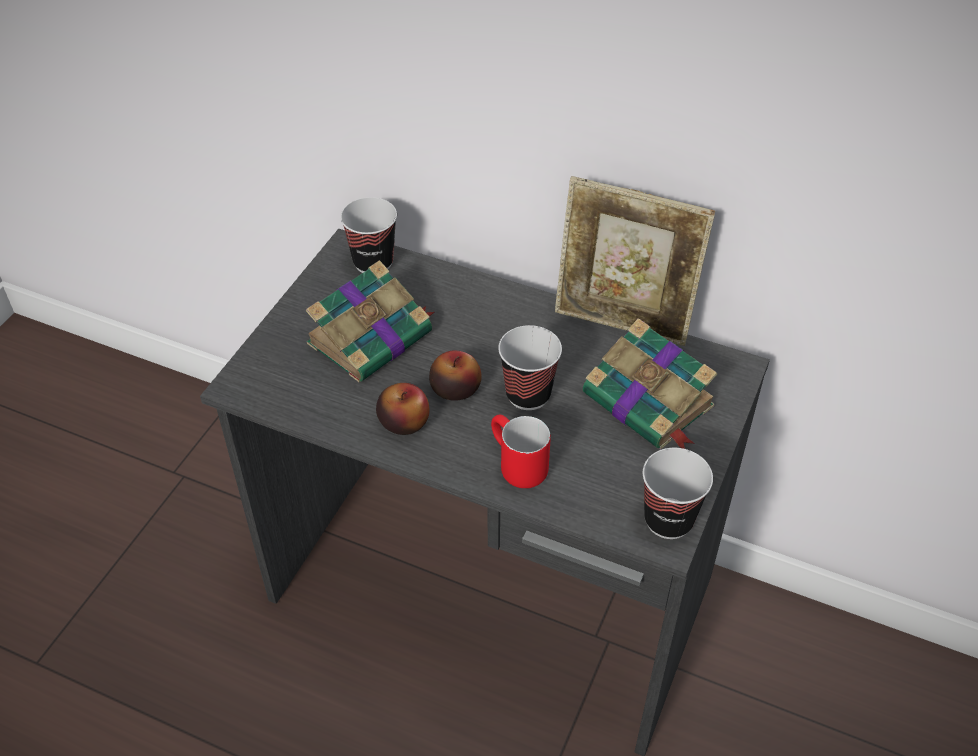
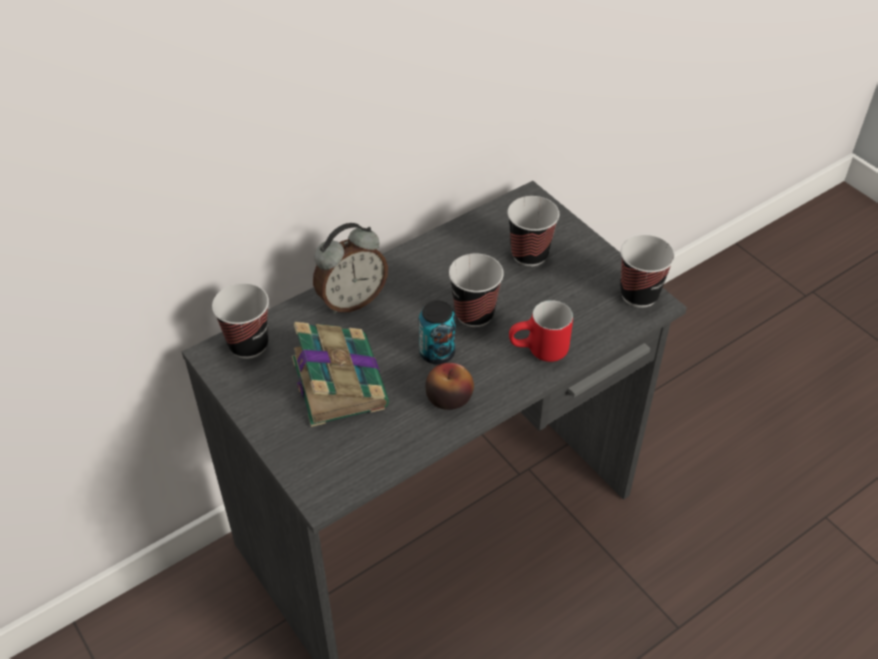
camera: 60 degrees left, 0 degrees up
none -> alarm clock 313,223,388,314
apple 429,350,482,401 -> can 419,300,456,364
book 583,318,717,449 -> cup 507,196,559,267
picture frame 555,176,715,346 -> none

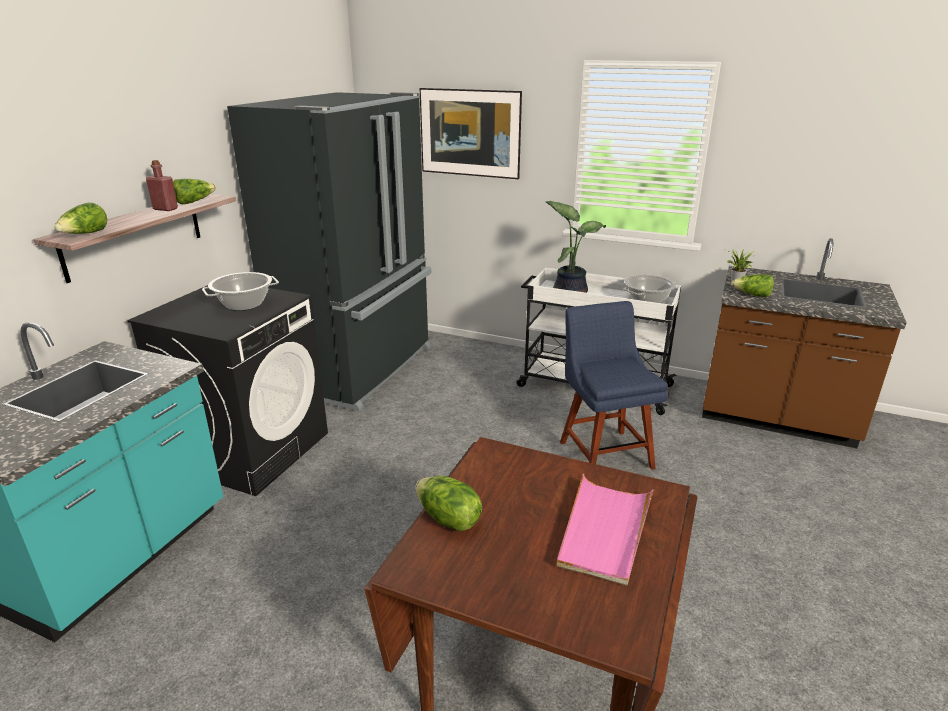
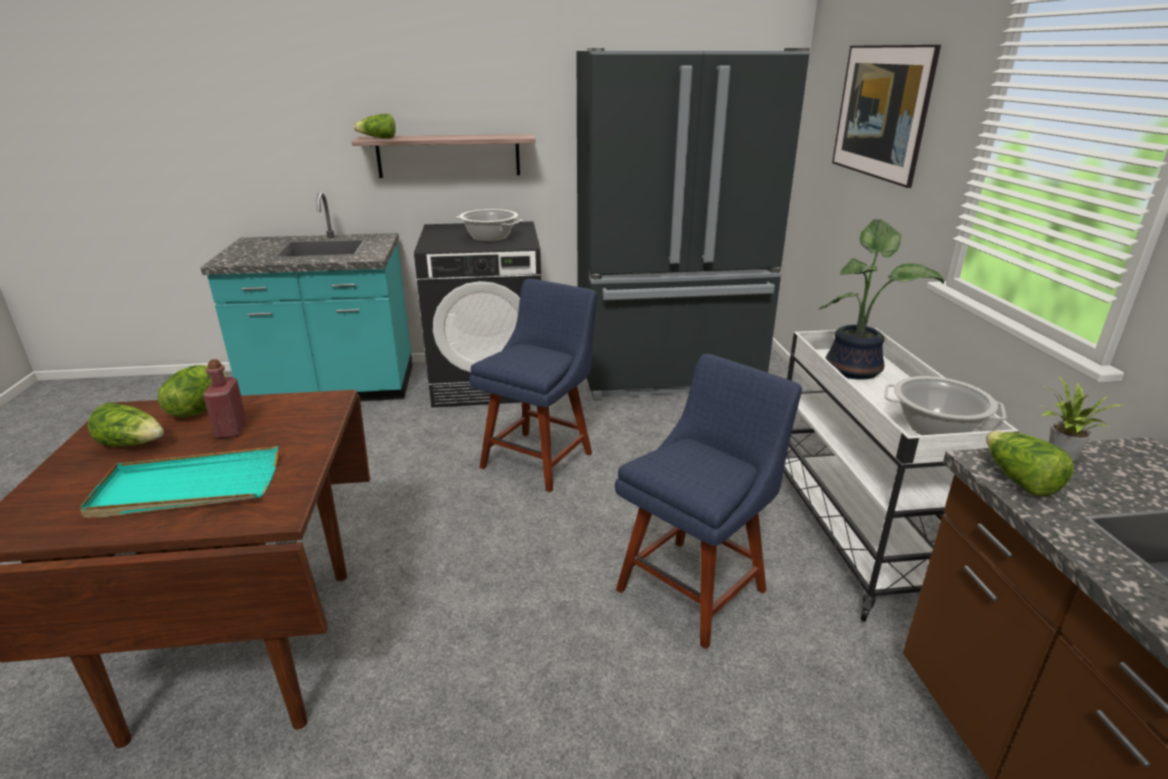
camera: 60 degrees right, 0 degrees up
tray (pink) 557,474,654,586 -> tray (turquoise) 79,446,278,519
lettuce 173,179,216,204 -> lettuce 88,403,164,447, shifted
bottle (red) 146,160,178,211 -> bottle (red) 203,359,247,438, shifted
none -> chair (blue) 469,279,597,492

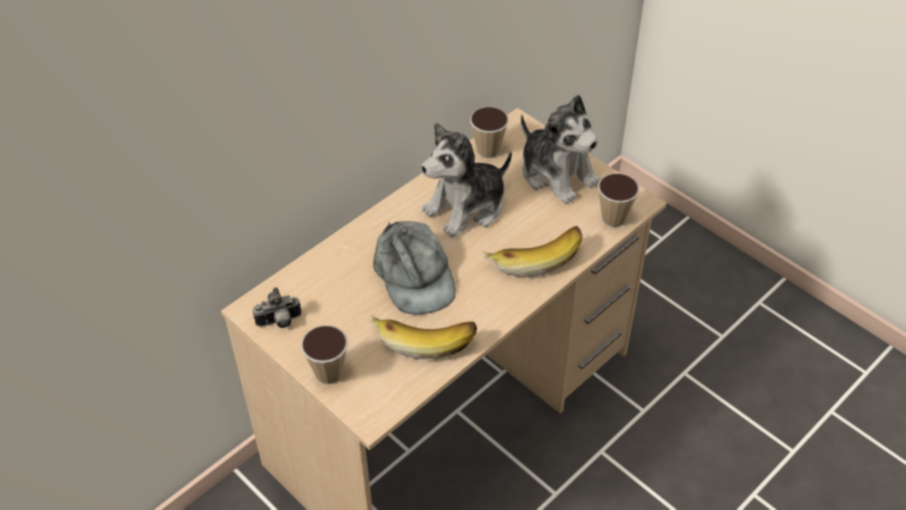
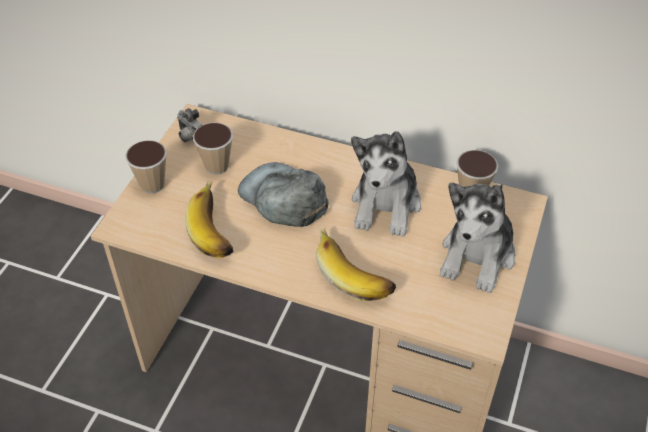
camera: 65 degrees right, 0 degrees up
cup 598,173,639,227 -> cup 193,122,233,175, shifted
cap (grey) 373,221,456,314 -> cap (grey) 238,162,329,227, 90 degrees clockwise
plush toy 421,123,512,238 -> plush toy 351,131,421,237, 105 degrees counterclockwise

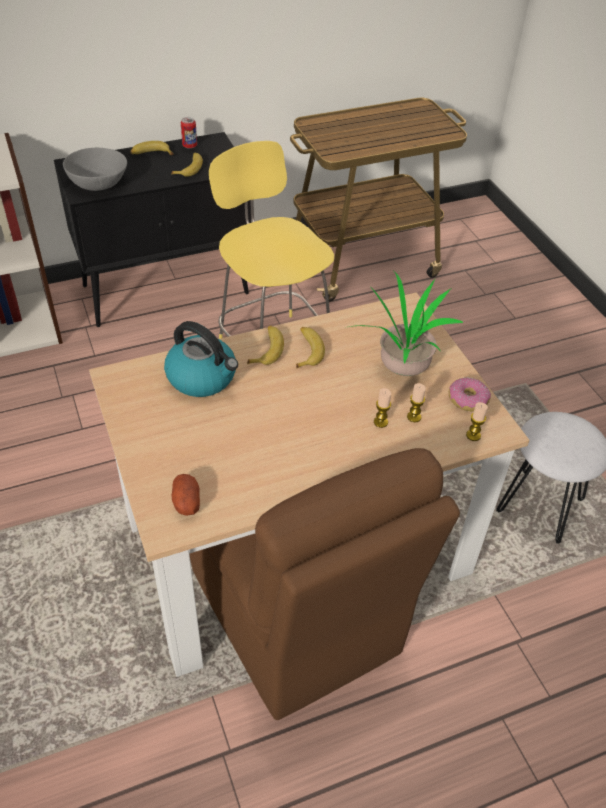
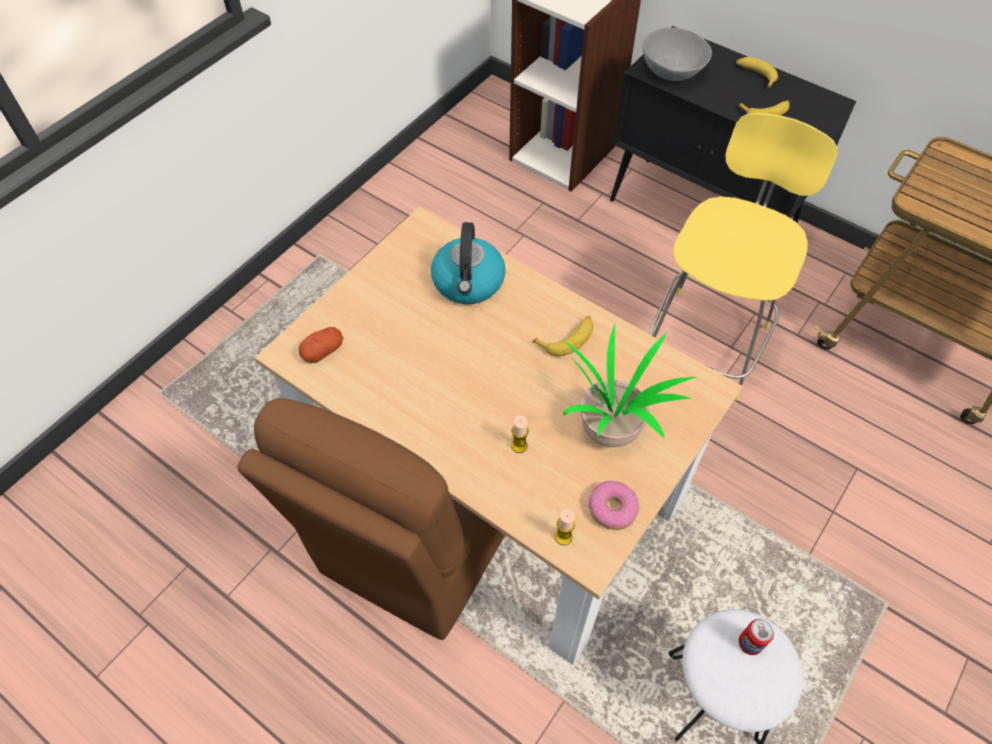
camera: 60 degrees right, 10 degrees up
can 181,117,197,149 -> can 739,619,774,655, shifted
banana 247,325,284,365 -> none
candle 407,383,426,422 -> none

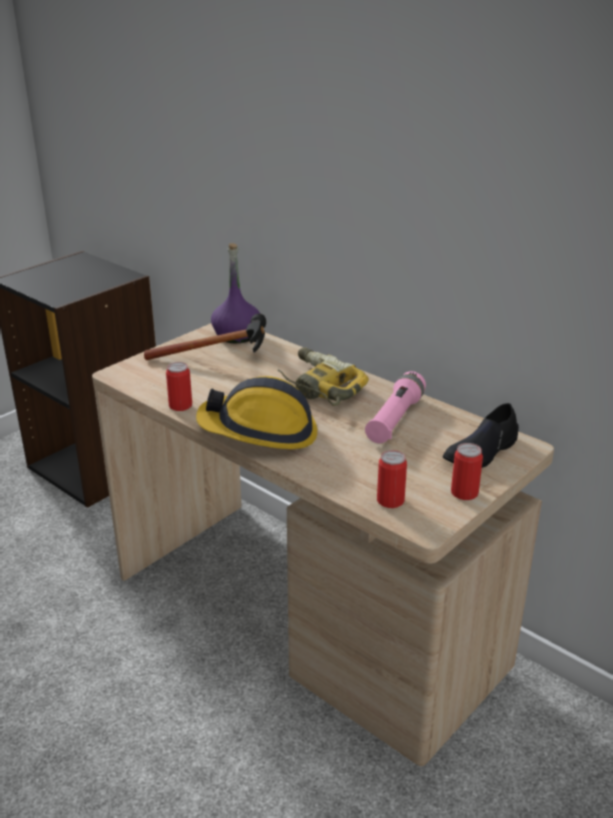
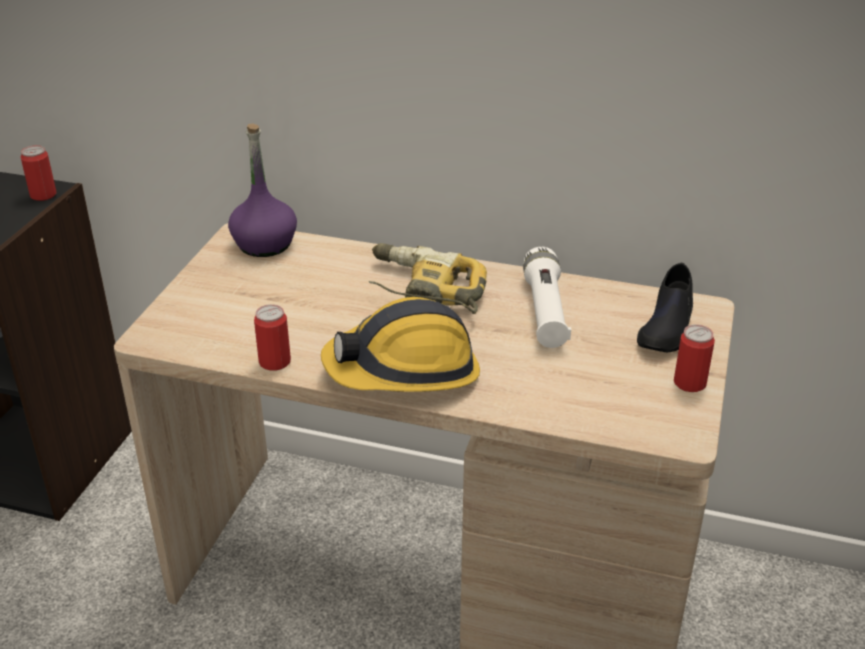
camera: 25 degrees left, 5 degrees up
can 377,450,407,508 -> can 21,145,57,201, shifted
flashlight (pink) 365,371,426,443 -> flashlight (white) 523,247,571,348
hammer 144,314,266,360 -> none

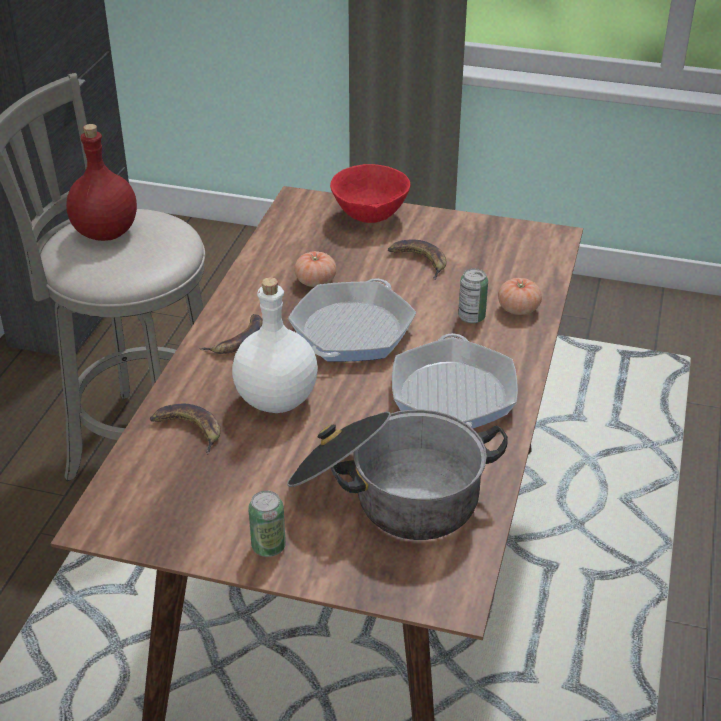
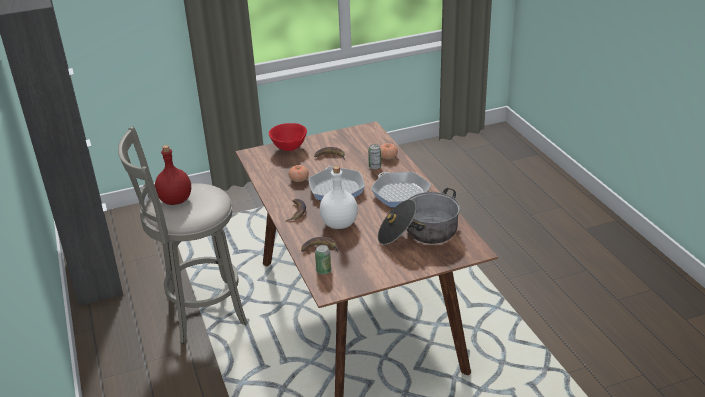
camera: 35 degrees left, 5 degrees down
can 248,491,286,557 -> can 315,245,331,275, shifted

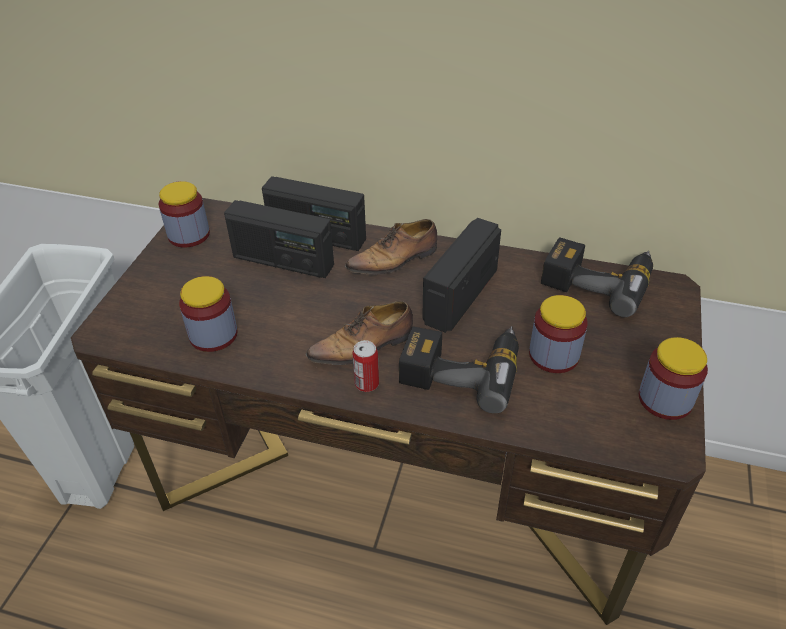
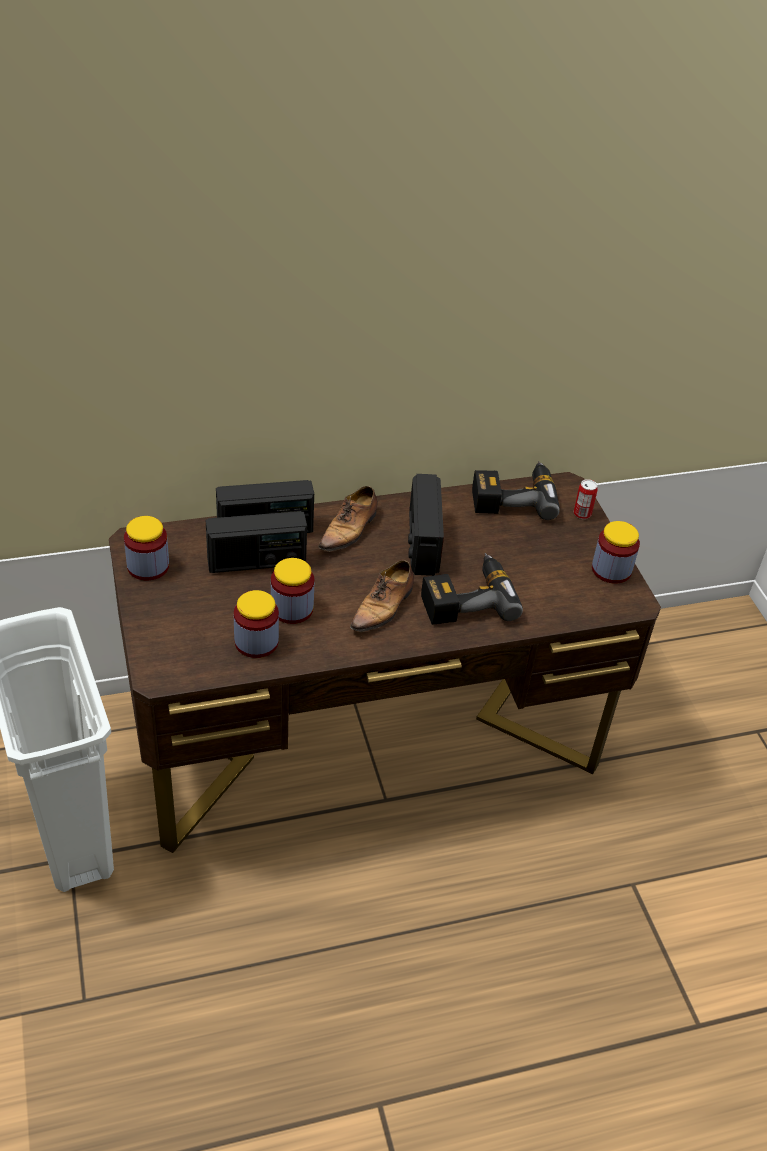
camera: 35 degrees left, 0 degrees up
jar 529,295,588,373 -> jar 271,558,314,624, shifted
can 352,340,379,392 -> can 574,479,598,519, shifted

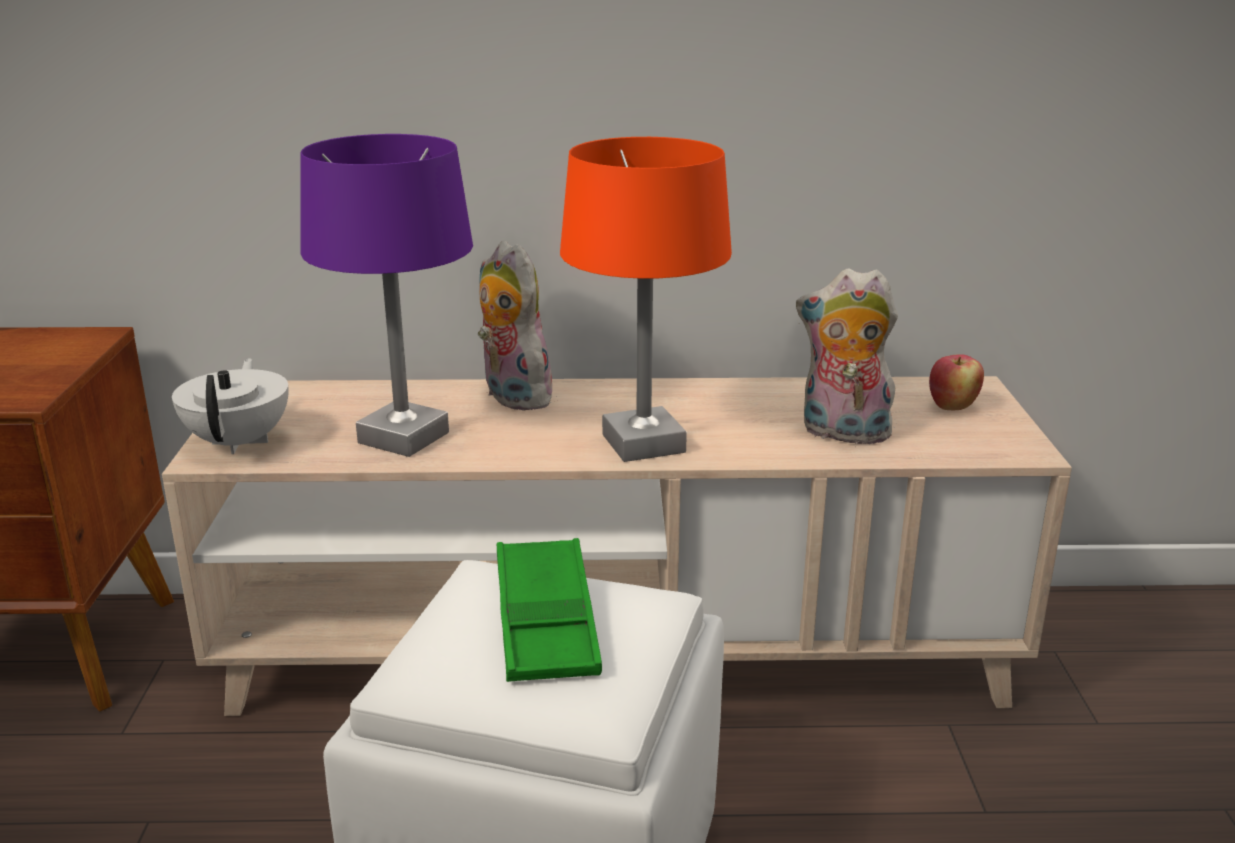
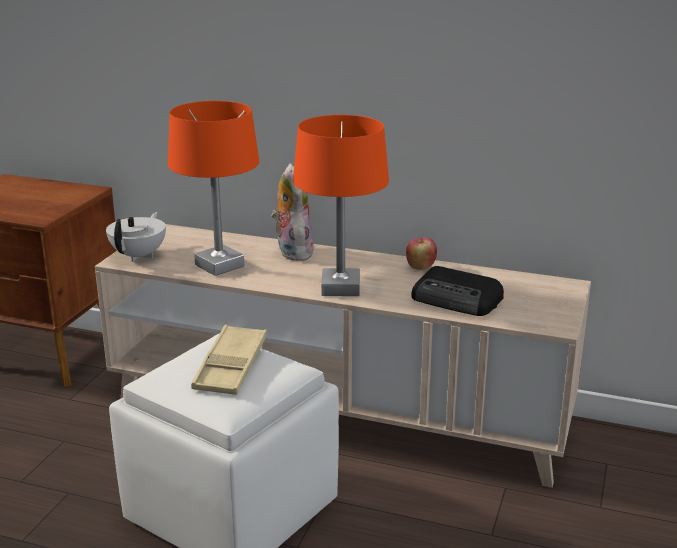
camera: 20 degrees right, 0 degrees up
table lamp (purple) 300,134,473,457 -> table lamp (orange) 168,101,259,276
tray (green) 497,538,602,682 -> tray (beige) 191,325,267,395
apple 929,354,984,410 -> apple 406,238,437,270, shifted
plush toy 796,268,898,444 -> radio 411,266,504,316

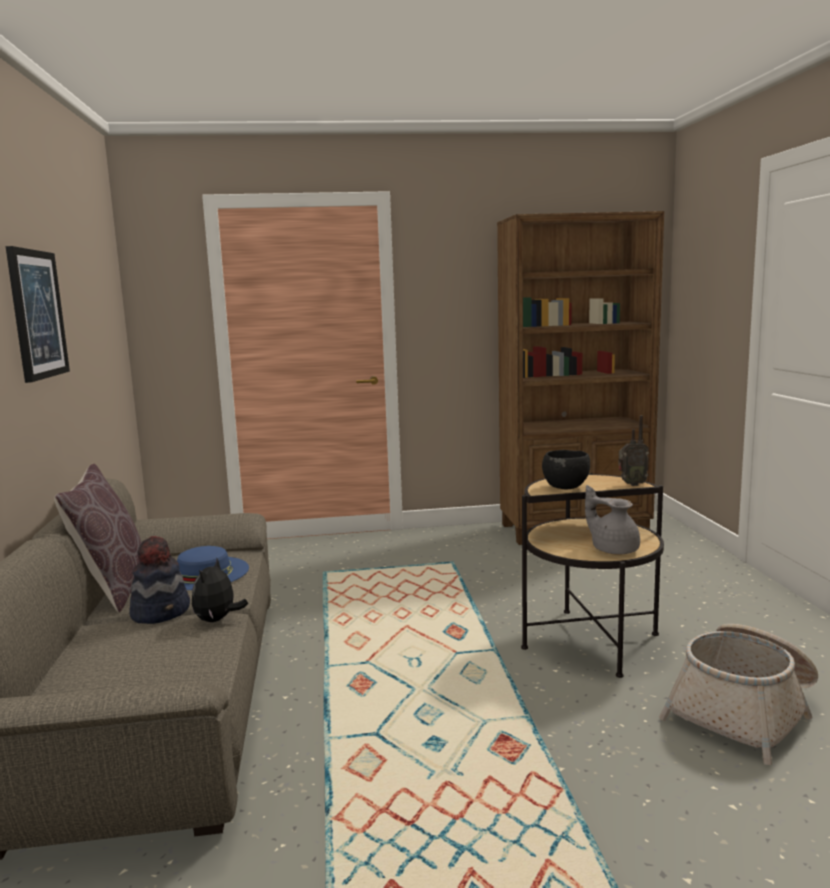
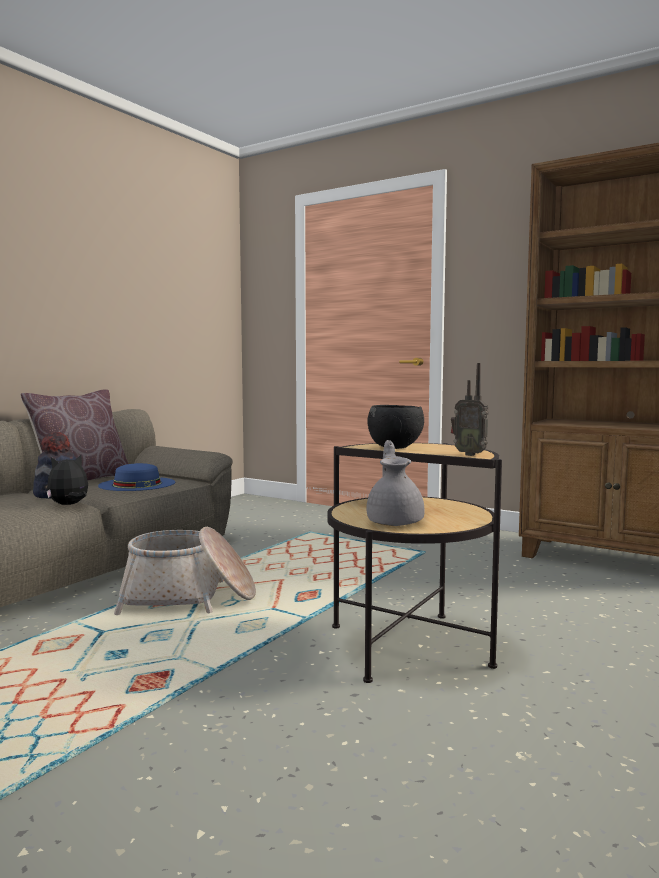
camera: 40 degrees right, 5 degrees down
basket 659,624,818,765 -> basket 114,527,256,615, shifted
picture 6,246,70,383 -> none

